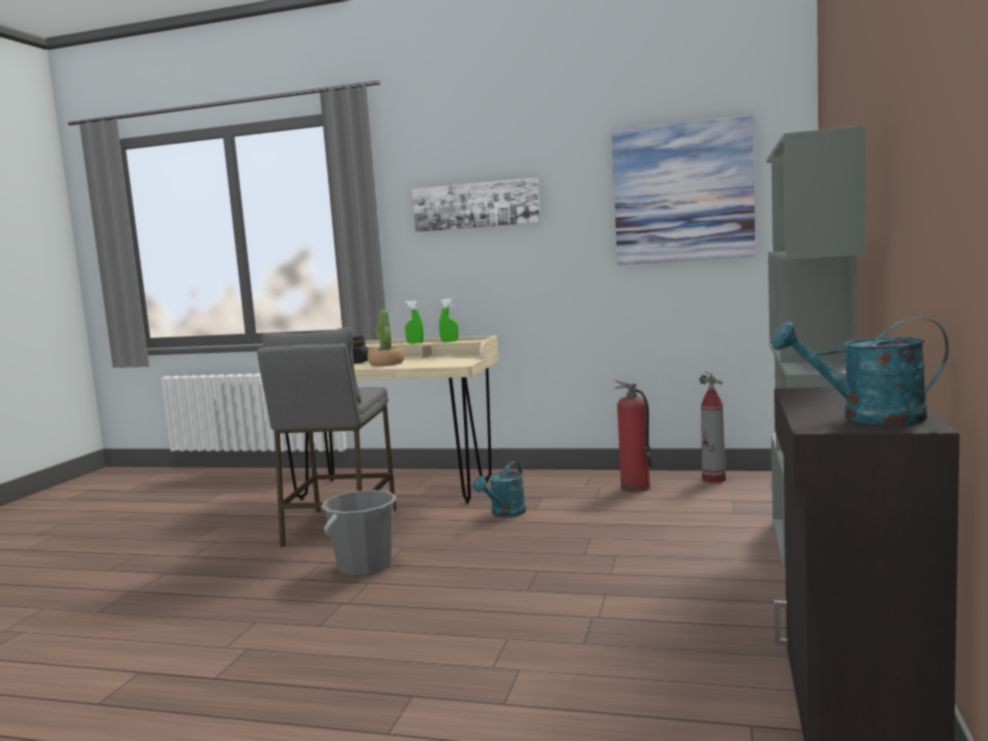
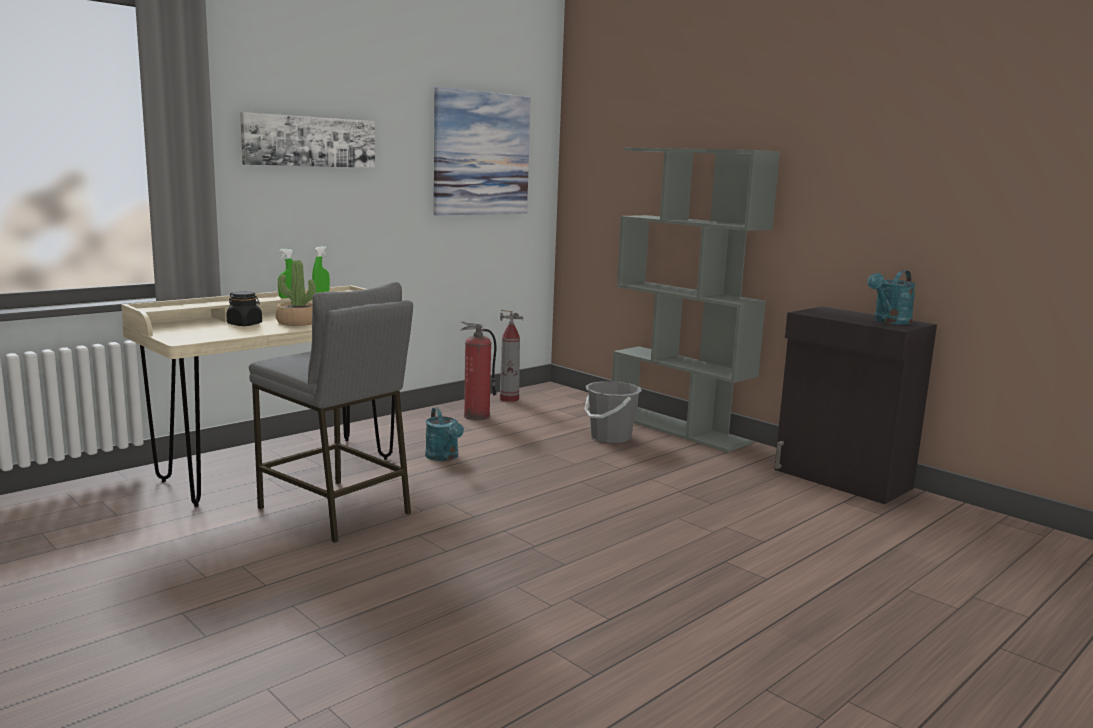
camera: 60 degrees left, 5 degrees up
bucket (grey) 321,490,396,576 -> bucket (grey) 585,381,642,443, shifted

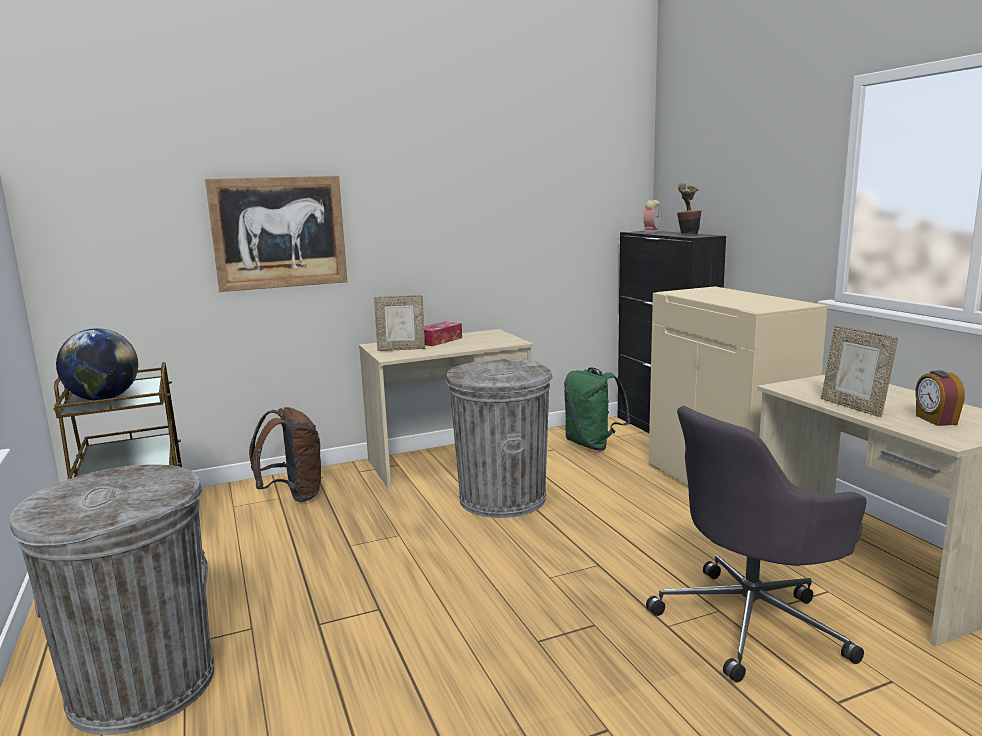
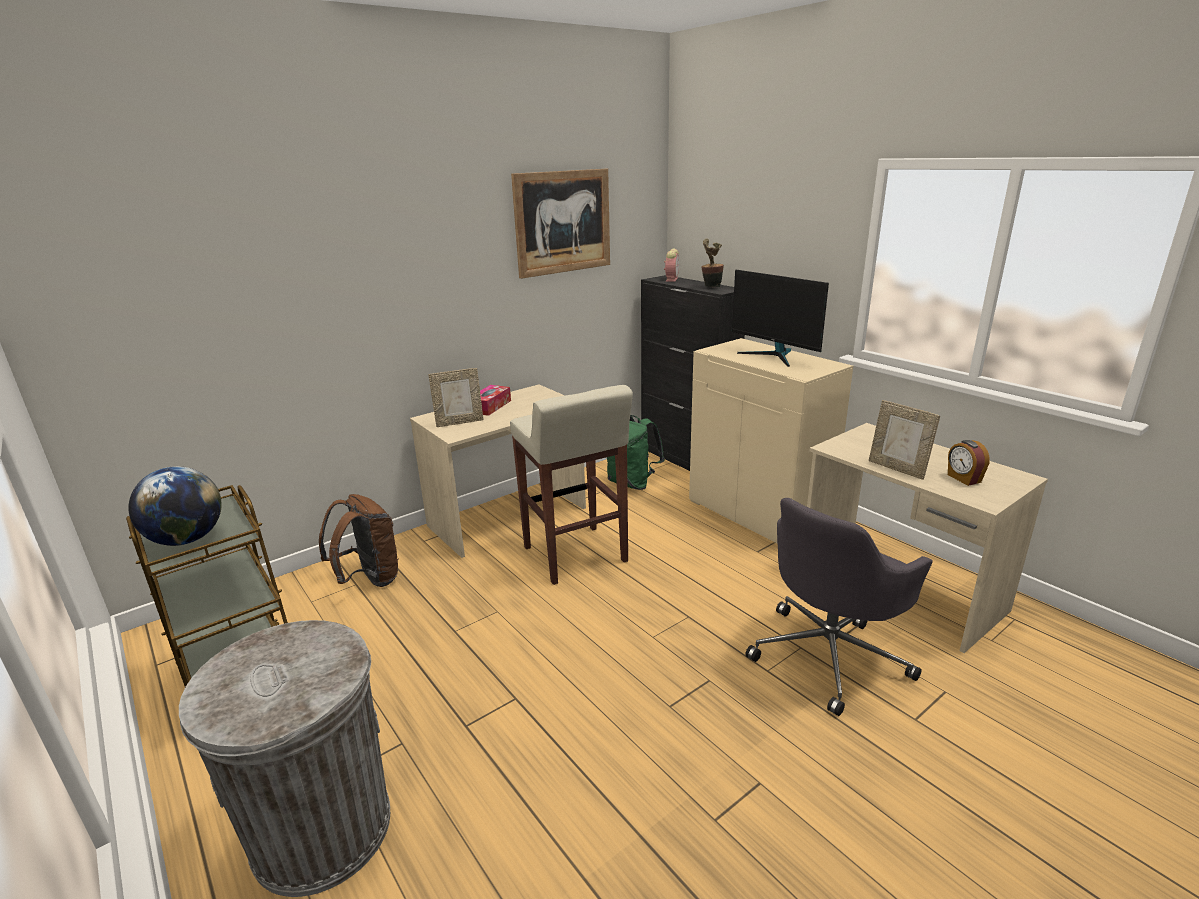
camera: 15 degrees left, 10 degrees up
trash can (grey) 446,359,553,518 -> stool (beige) 510,385,633,585
picture 205,176,347,292 -> picture 511,169,610,279, shifted
none -> monitor 732,270,829,367

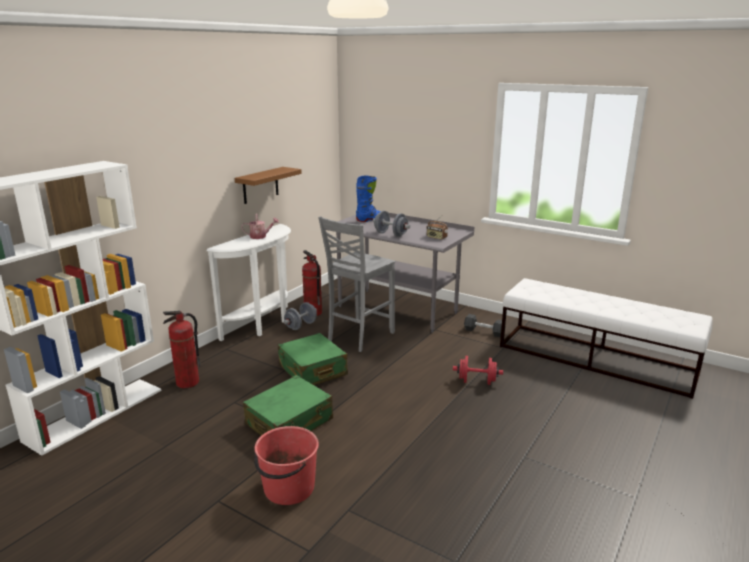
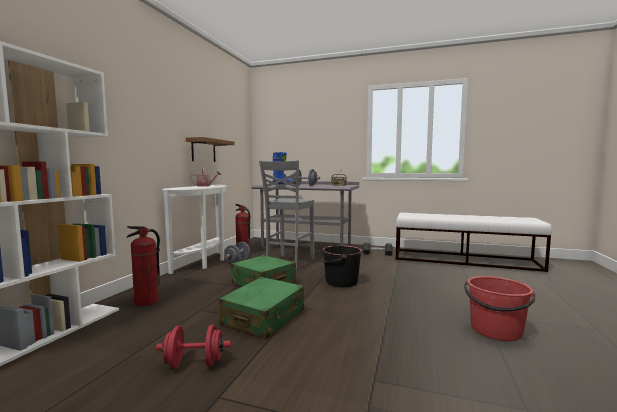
camera: 15 degrees left, 15 degrees down
dumbbell (red) 453,356,503,385 -> dumbbell (red) 156,324,231,368, shifted
none -> bucket (black) 322,245,362,287
bucket (red) 254,426,319,505 -> bucket (red) 464,276,535,341, shifted

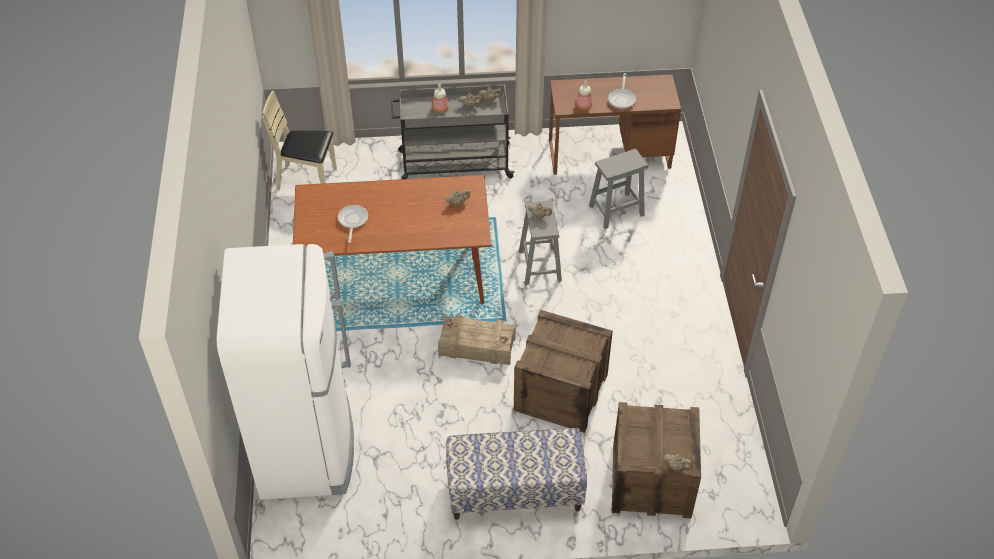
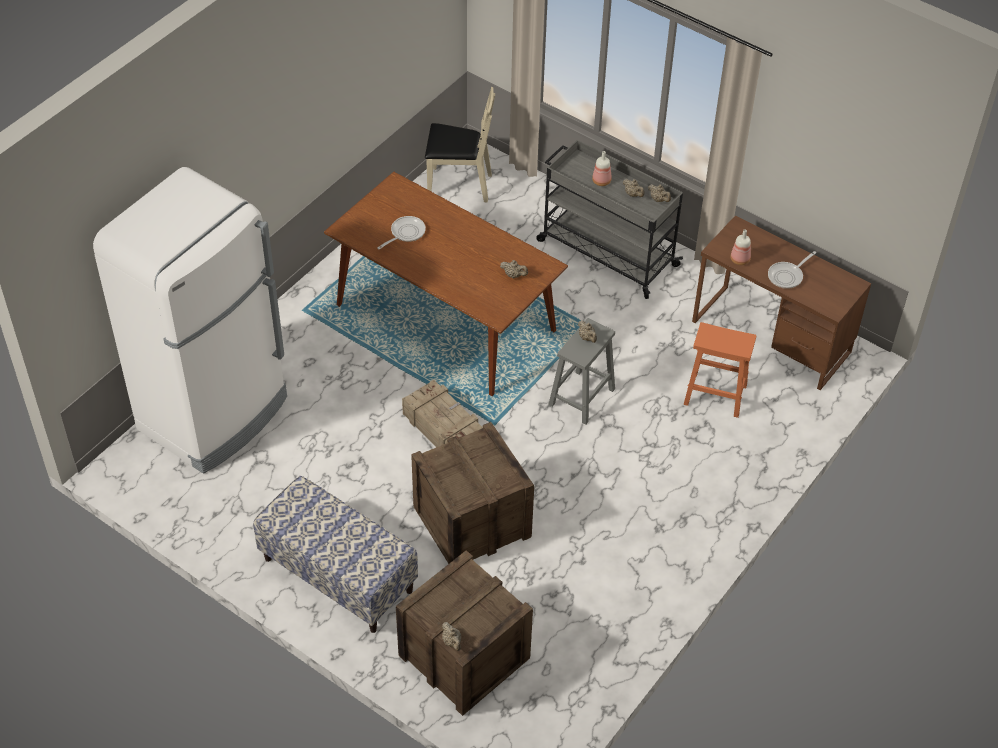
camera: 40 degrees right, 0 degrees up
chair (beige) 262,91,337,190 -> chair (beige) 425,87,495,202, 135 degrees clockwise
stool (grey) 589,149,648,229 -> stool (orange) 683,322,756,418

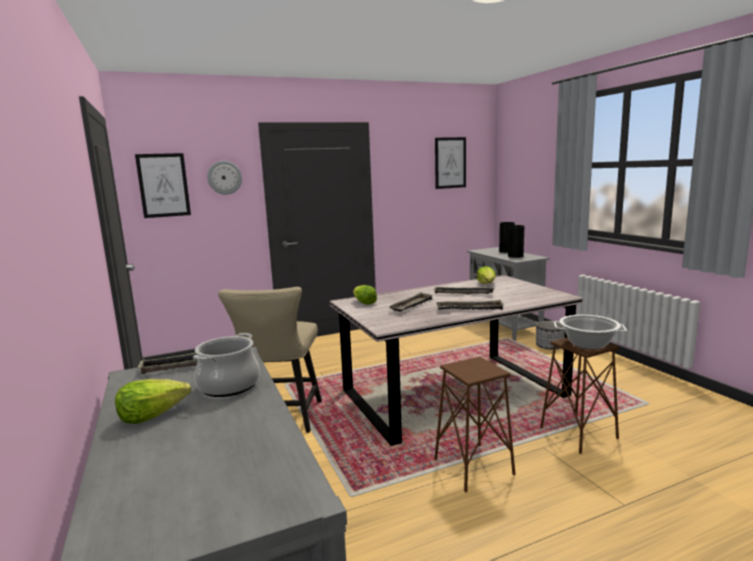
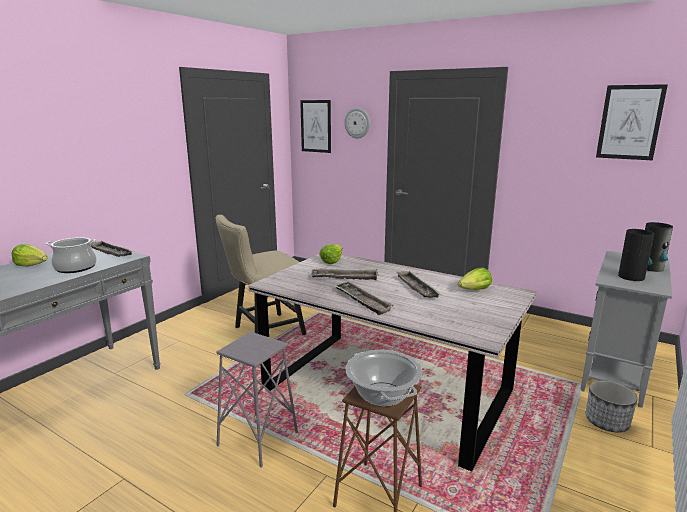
camera: 55 degrees right, 5 degrees up
stool (brown) 434,357,515,493 -> stool (grey) 216,332,298,468

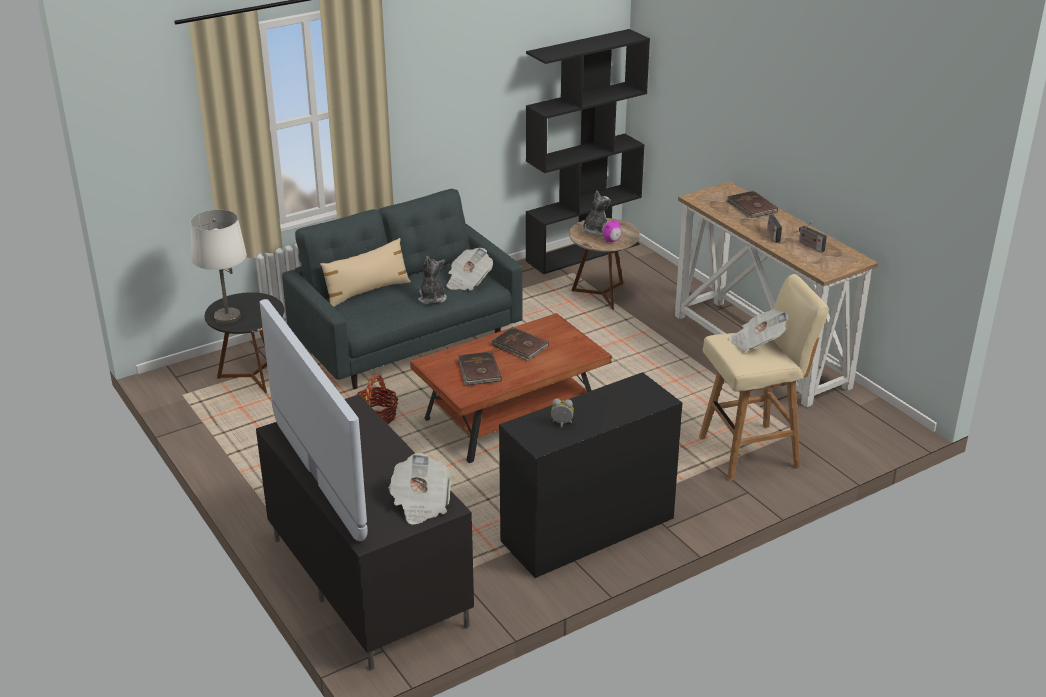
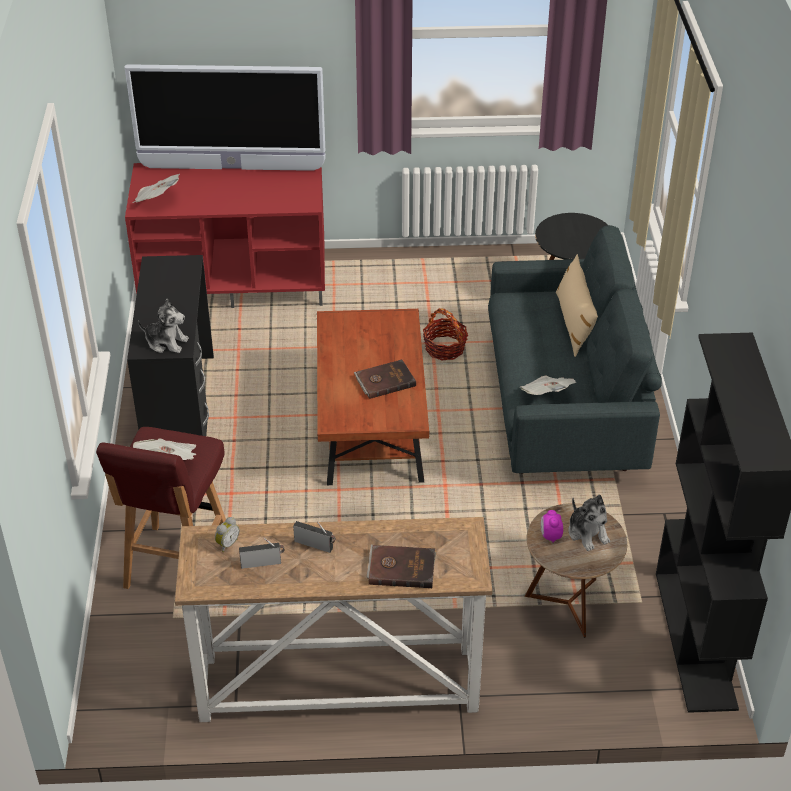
camera: 120 degrees right, 10 degrees up
stool (beige) 699,274,829,481 -> stool (red) 96,427,226,589
tv stand (black) 256,394,474,670 -> tv stand (red) 125,163,325,308
plush toy 418,256,447,304 -> plush toy 138,299,189,353, shifted
alarm clock 551,399,574,428 -> alarm clock 215,517,239,552, shifted
table lamp (white) 190,210,247,324 -> none
book (brown) 458,351,502,386 -> none

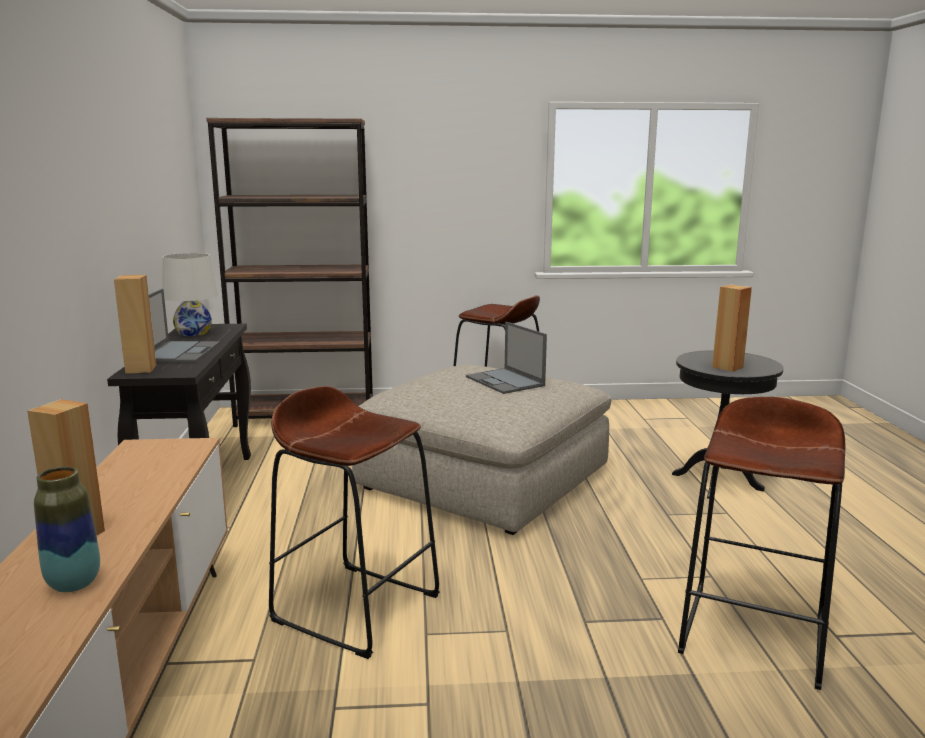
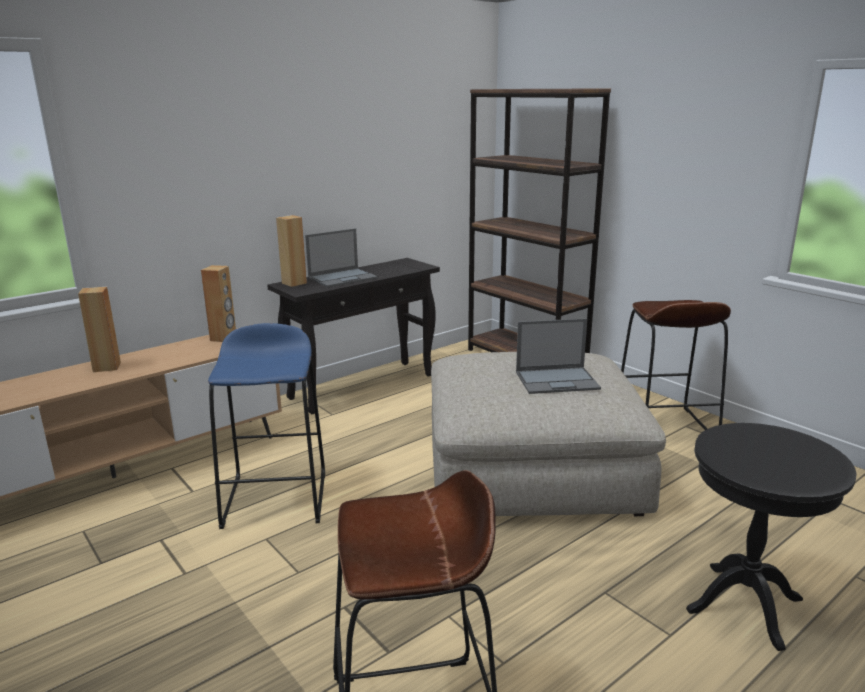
camera: 55 degrees right, 5 degrees up
speaker (brown) 712,284,752,372 -> speaker (brown) 201,265,236,342, shifted
stool (brown) 269,386,440,659 -> stool (blue) 208,323,325,529
laptop 466,322,547,394 -> laptop 516,318,601,394, 120 degrees counterclockwise
vase 34,467,100,592 -> none
table lamp (white) 162,253,218,336 -> none

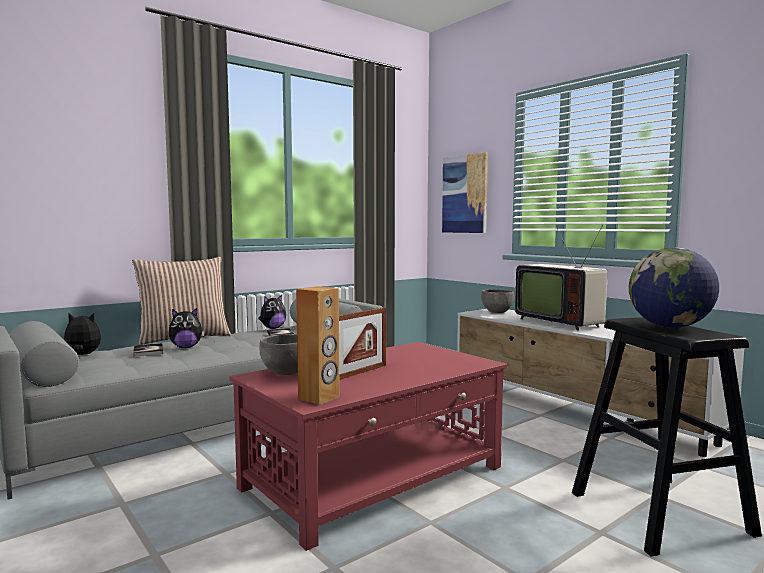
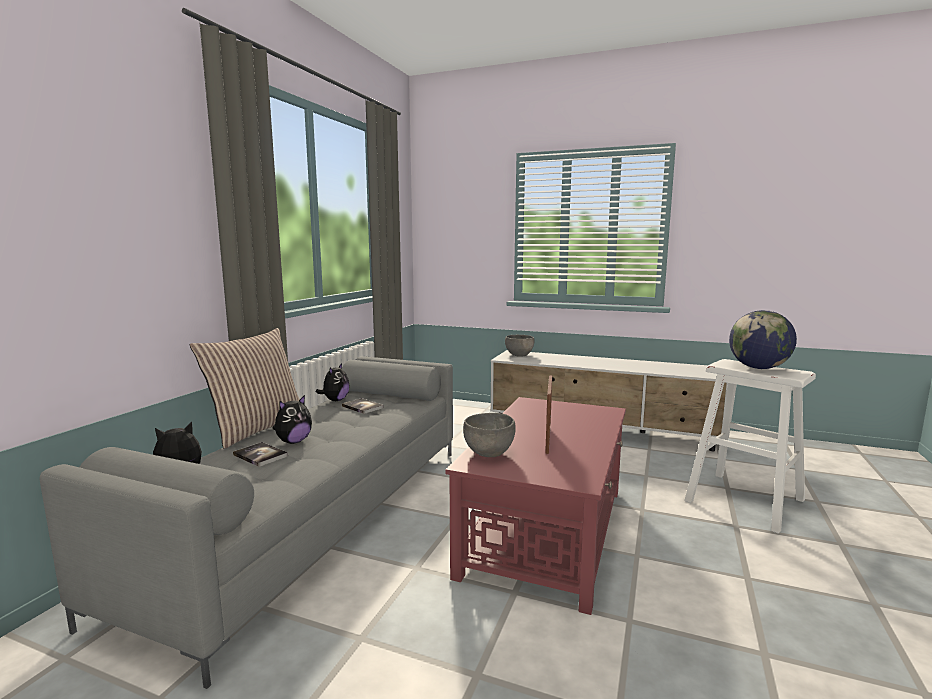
camera: 30 degrees left, 5 degrees up
stool (black) 572,317,762,557 -> stool (white) 684,359,816,534
speaker (brown) 296,286,340,405 -> none
picture 442,152,488,233 -> none
television 515,225,607,330 -> none

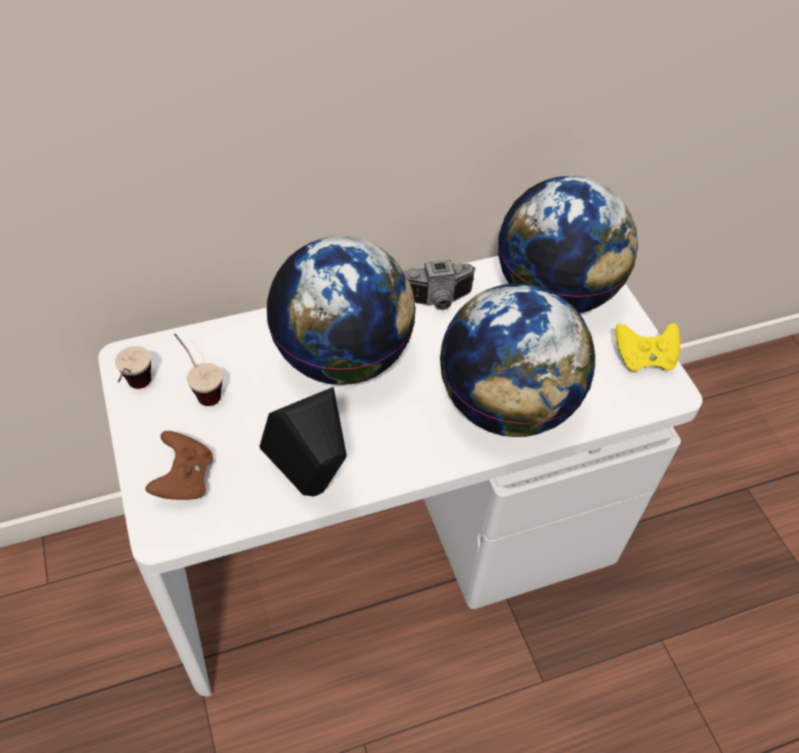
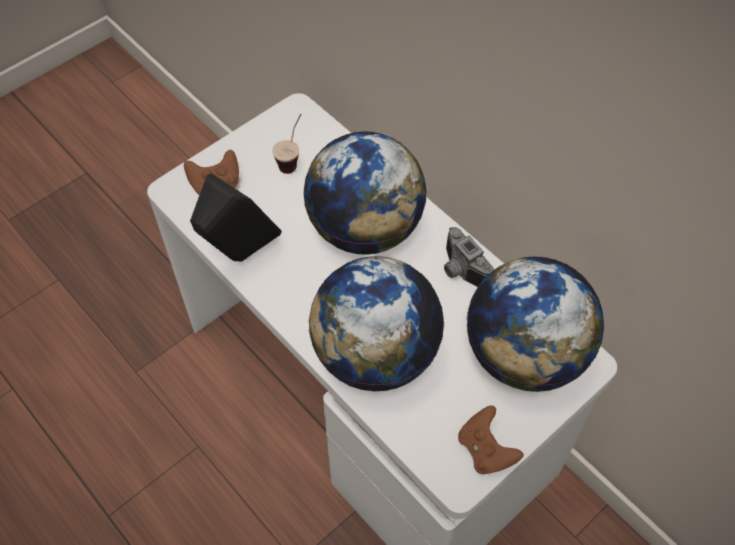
camera: 70 degrees right, 5 degrees up
game controller (yellow) 615,323,680,371 -> game controller (brown) 458,406,524,474
cup 115,346,151,389 -> none

